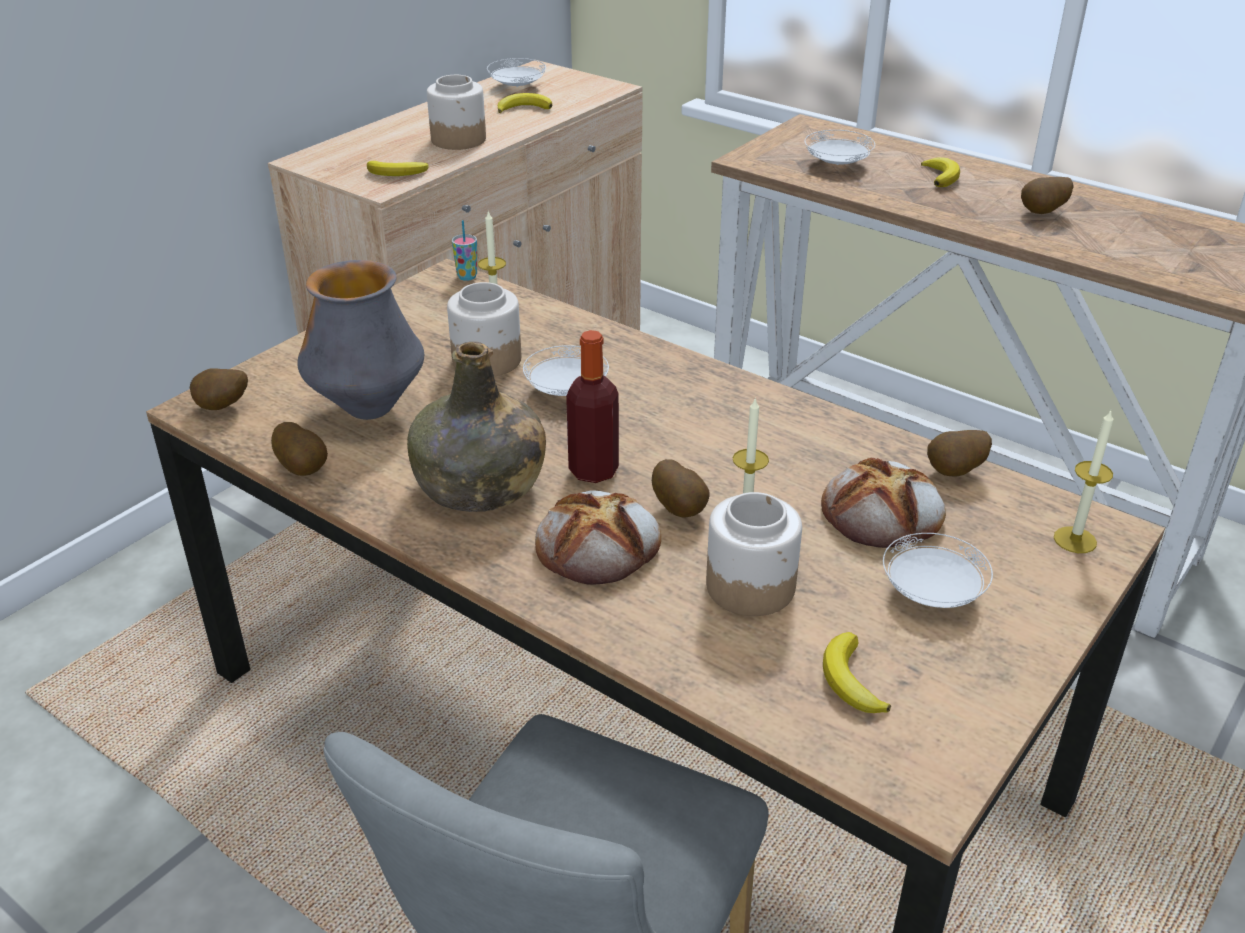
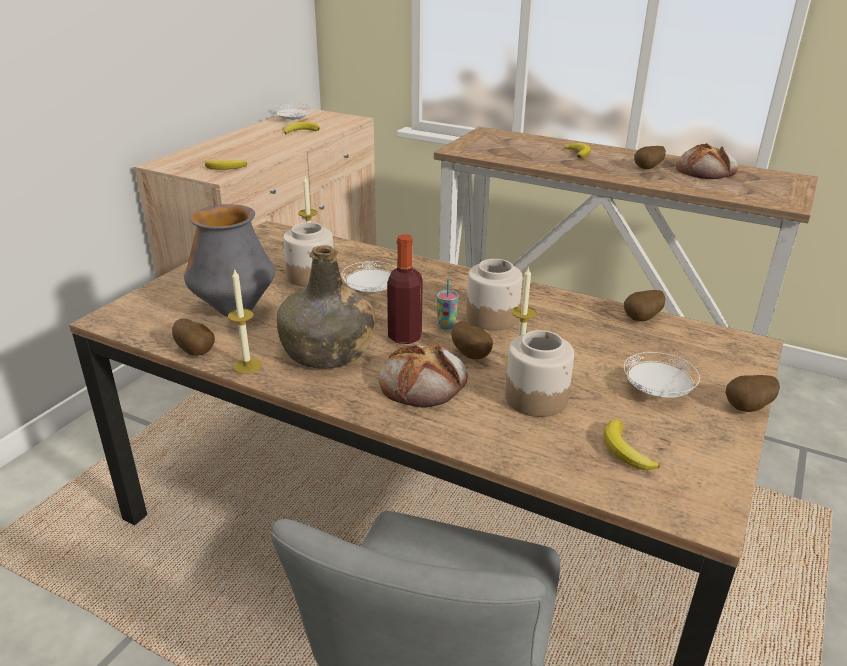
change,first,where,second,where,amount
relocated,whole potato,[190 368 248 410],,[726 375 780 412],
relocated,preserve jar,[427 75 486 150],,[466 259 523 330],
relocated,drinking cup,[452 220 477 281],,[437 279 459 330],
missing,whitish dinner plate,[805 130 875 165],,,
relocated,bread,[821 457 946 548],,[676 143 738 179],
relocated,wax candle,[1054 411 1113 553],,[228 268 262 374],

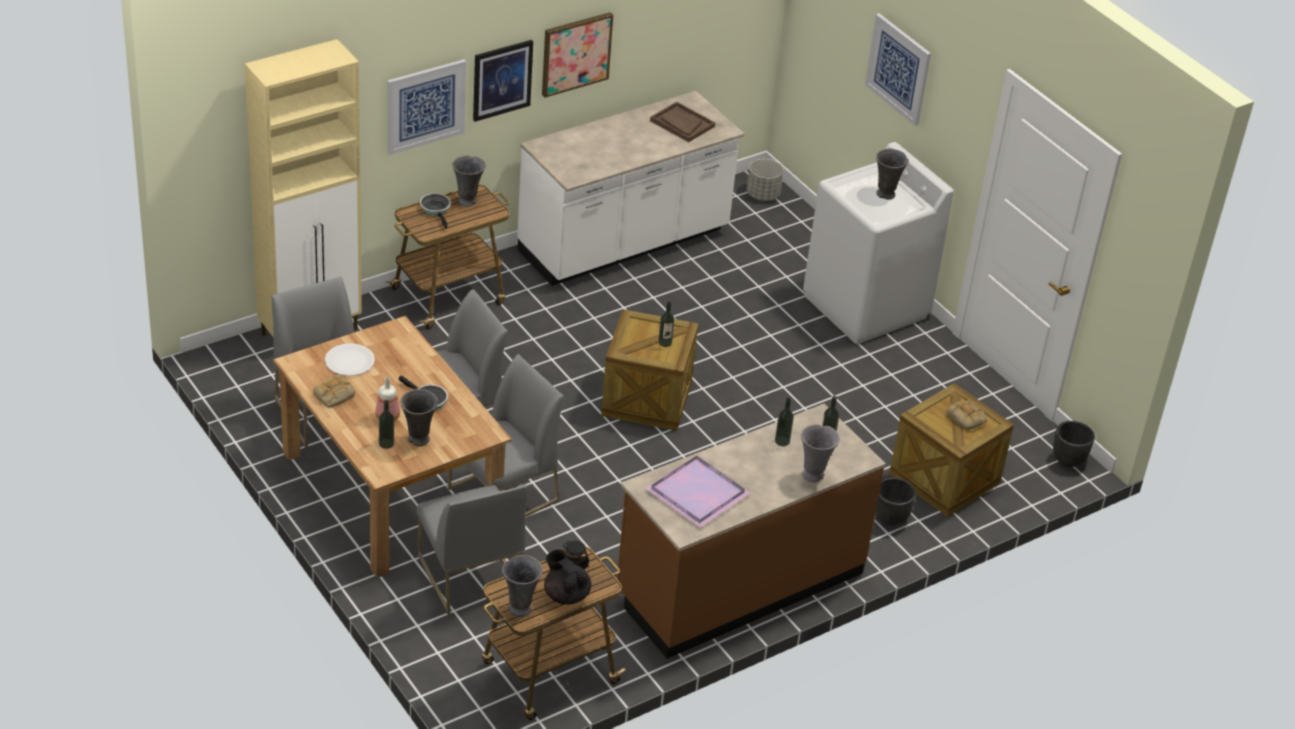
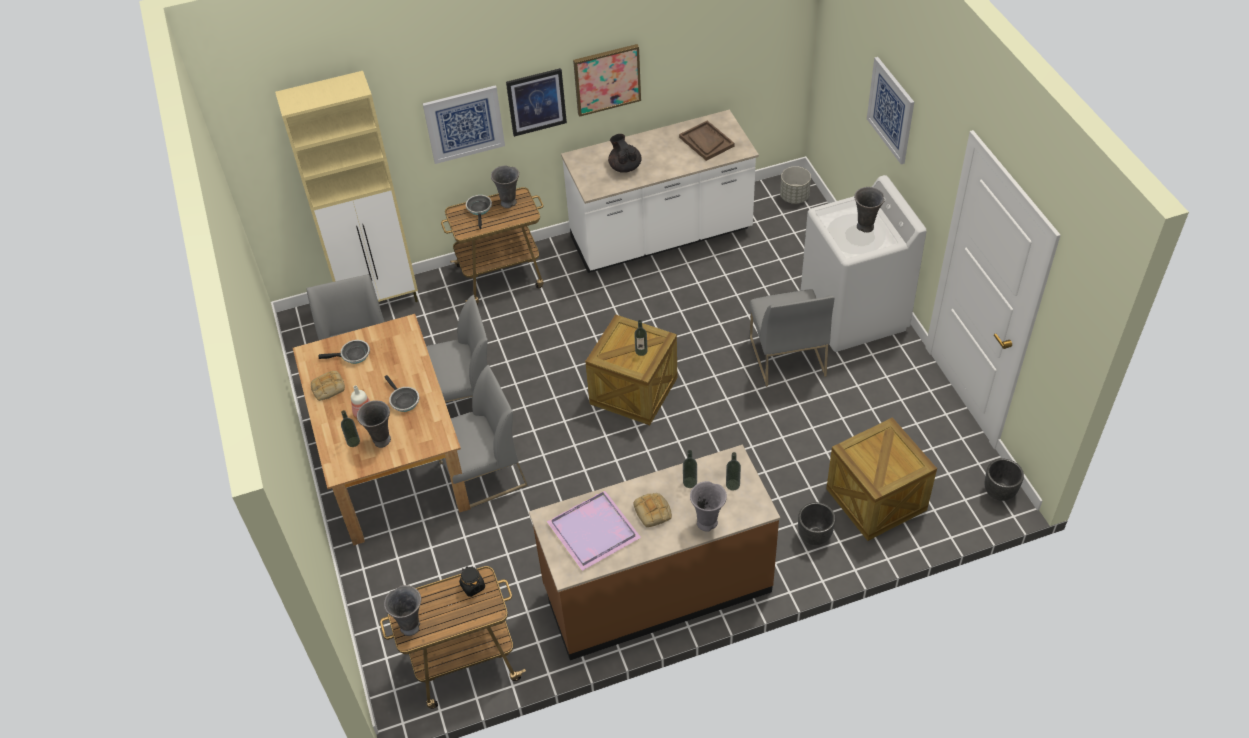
change,first,where,second,where,amount
exchanged,whitish dinner plate,[325 343 375 376],pan,[319 340 370 364],
relocated,gray upright chair,[417 485 527 615],,[750 289 834 387],
relocated,black tea pot,[544 549 591 605],,[608 134 642 173],
relocated,bread,[946 400 987 430],,[634 493 672 527],

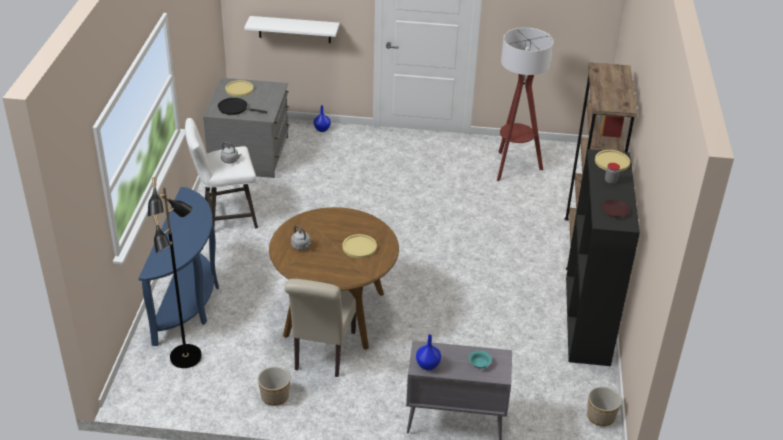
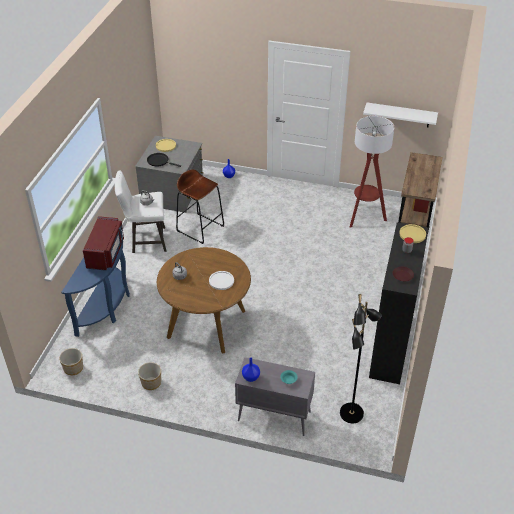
change,first,where,second,where,amount
relocated,black floor lamp,[148 177 202 368],,[340 294 382 423],
relocated,whitish bracket shelf,[244 16 339 43],,[363 102 438 127],
missing,beige-coloured upright chair,[285 279 356 377],,,
colour,yellow dinner plate,[342 234 377 258],whitish dinner plate,[209 271 234 290],
relocated,planter,[587 387 621 426],,[59 348 83 375],
appeared,,,red-coloured microwave,[83 216 124 271],
appeared,,,brown-coloured stool,[176 169 224 244],

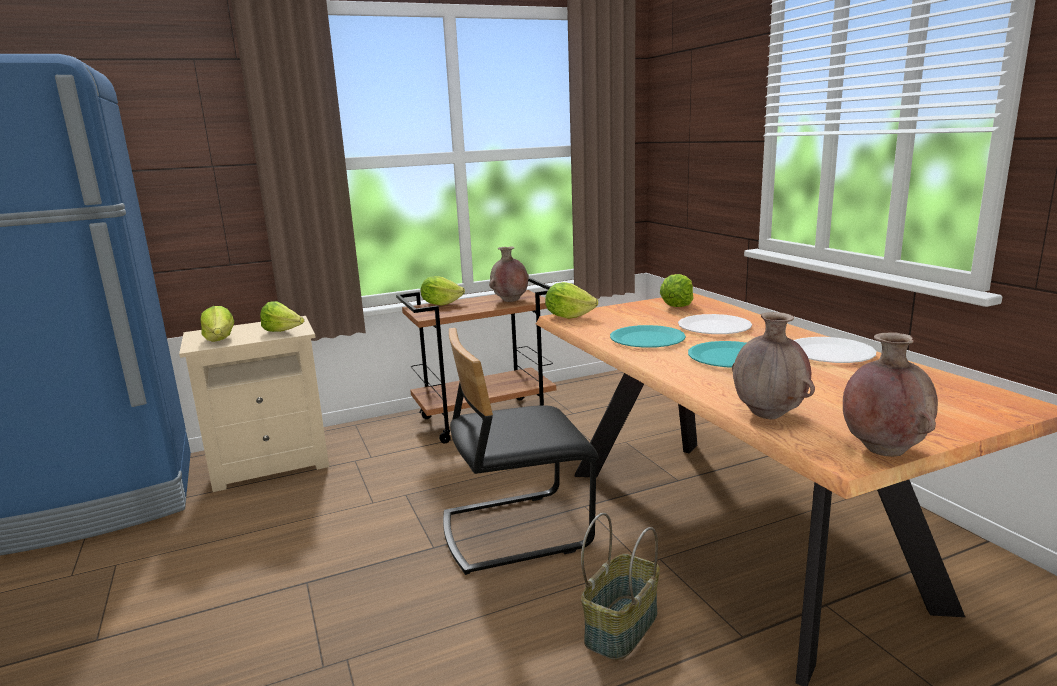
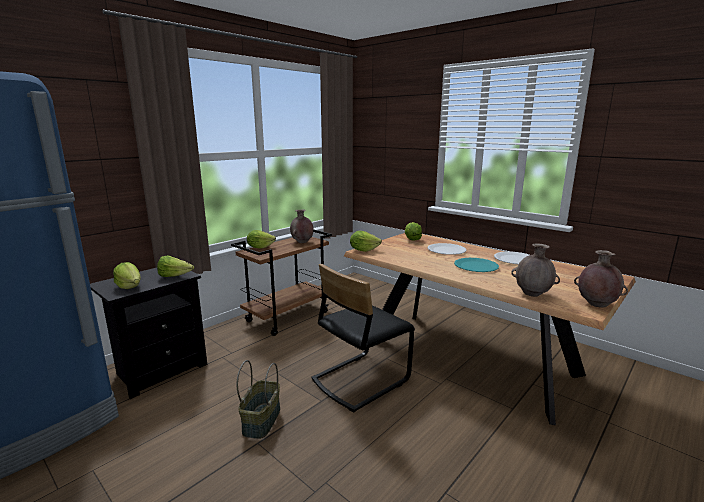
change,first,where,second,where,amount
colour,beige-coloured night table,[179 316 329 492],black night table,[90 268 207 399],
relocated,basket,[581 513 660 660],,[237 360 280 439],
missing,blue-green dinner plate,[610 325 686 348],,,

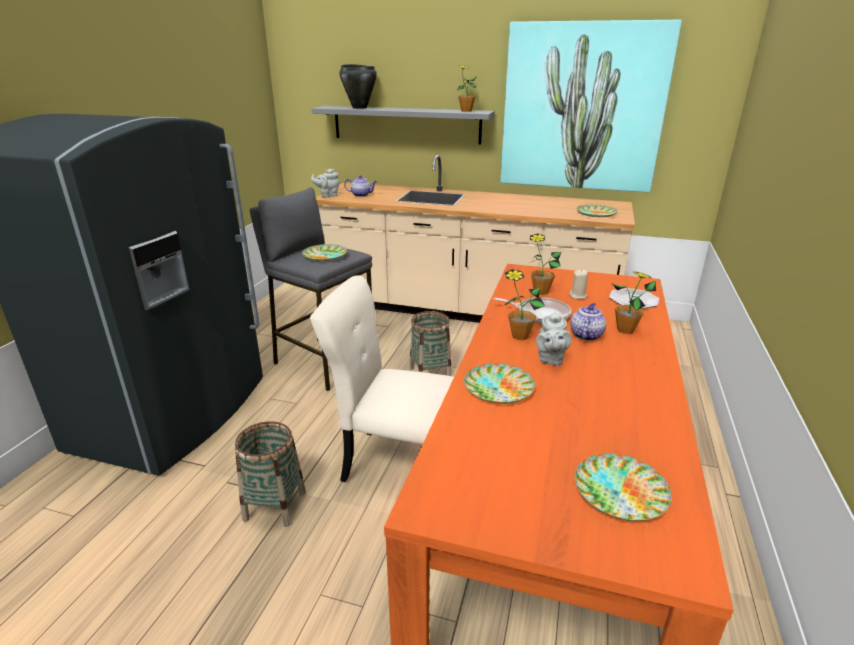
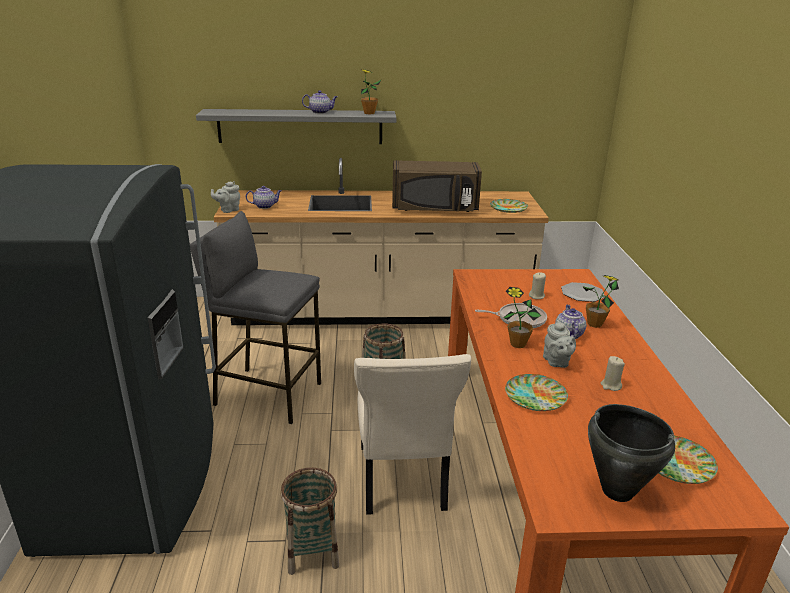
change,first,where,second,where,amount
missing,dinner plate,[302 244 347 261],,,
spun,beige-coloured upright chair,[310 275 454 482],,[354 354 471 515],90 degrees counterclockwise
relocated,black saucepot,[340 64 377 109],,[588 404 675 502],
missing,picture,[500 20 682 192],,,
missing,plant in a pot,[530 233 561 295],,,
appeared,,,tea pot,[302 90 338 114],
appeared,,,brown-coloured microwave,[392 160 482 212],
appeared,,,beige-coloured wax candle,[601 356 625 391],

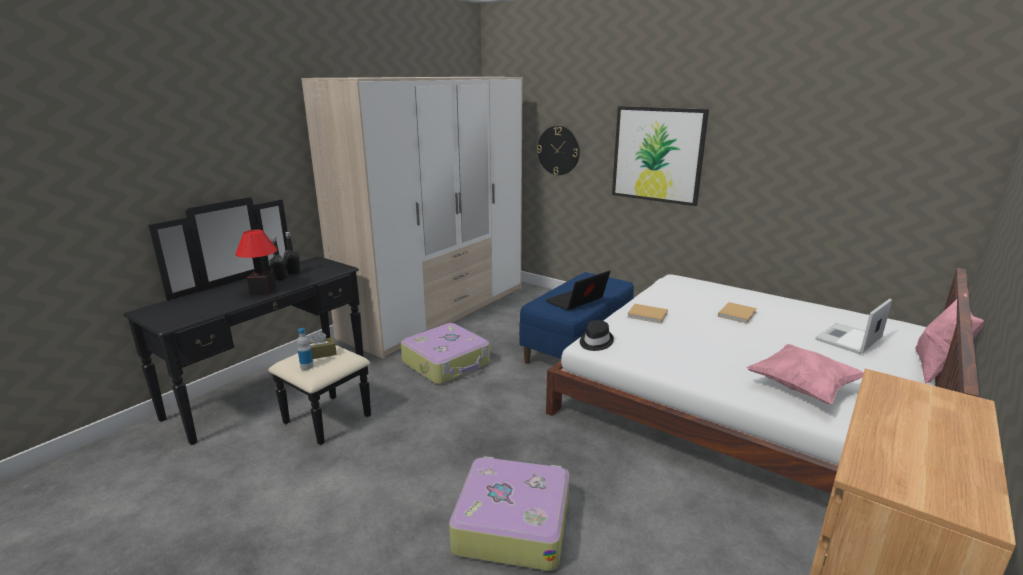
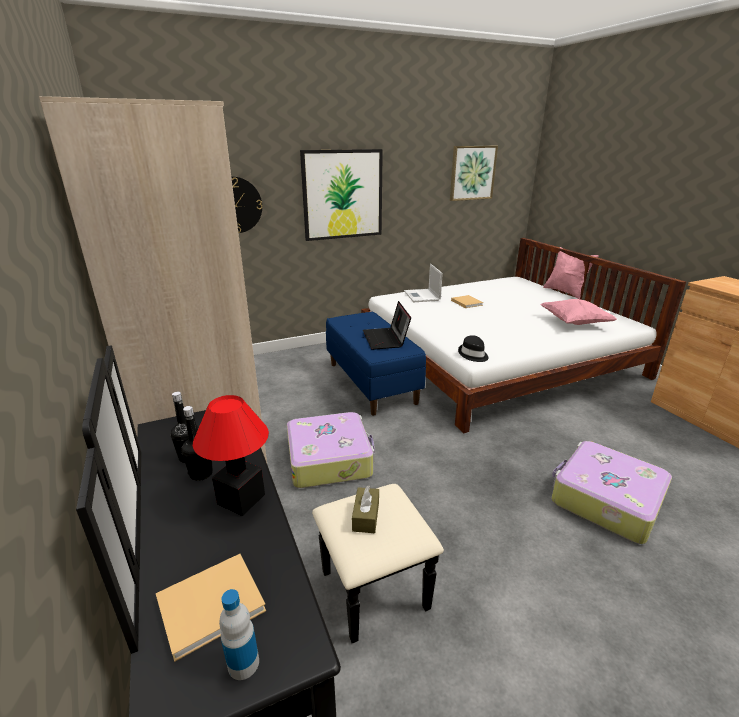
change,first,where,second,where,amount
relocated,bottle,[297 328 314 370],,[219 589 259 680],
relocated,beige-coloured volume,[627 304 668 324],,[156 554 266 662],
relocated,laptop,[815 299 892 354],,[404 264 443 302],
appeared,,,picture,[450 146 498 201],

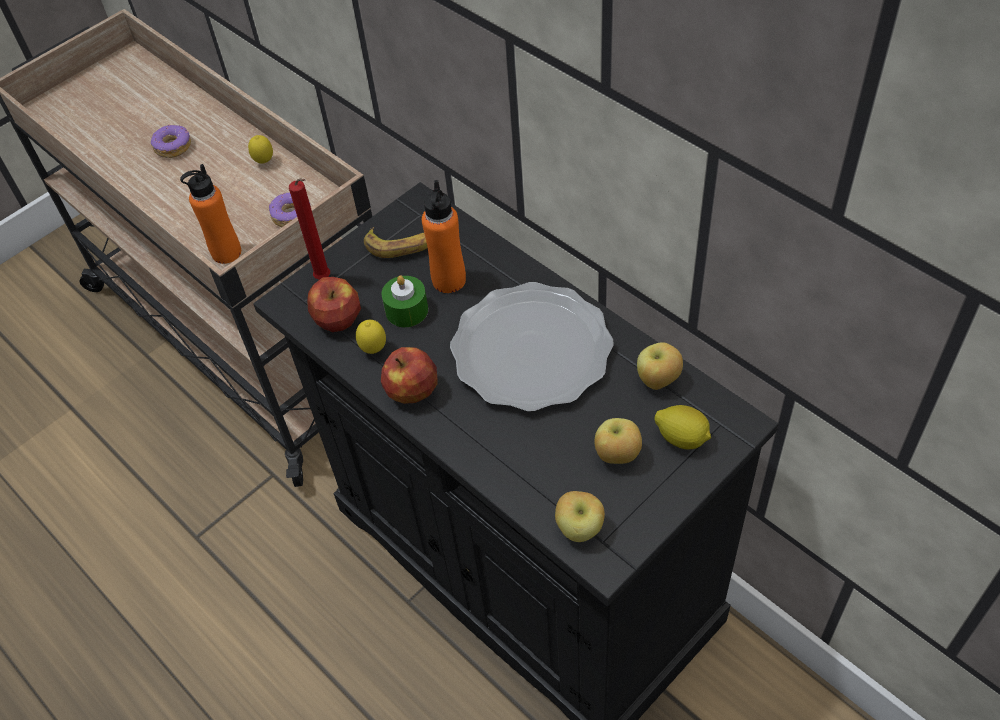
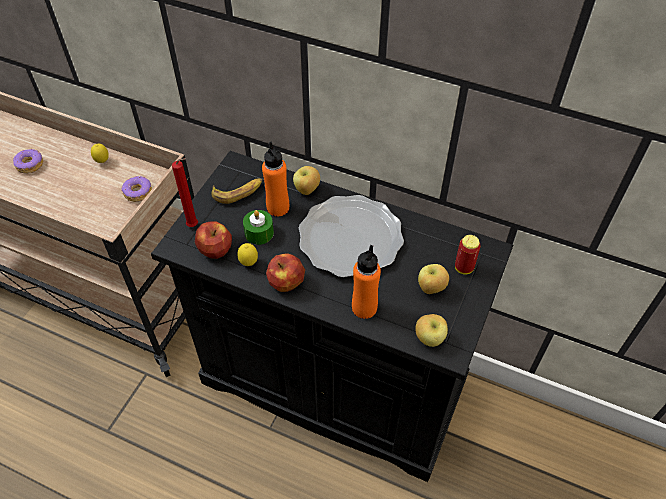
change,first,where,second,where,amount
relocated,orangey bottle,[180 164 241 264],,[352 245 381 319],
relocated,whole apple,[637 342 683 390],,[293 166 320 195],
exchanged,lemon,[654 405 711 450],sealed can,[455 235 481 274],

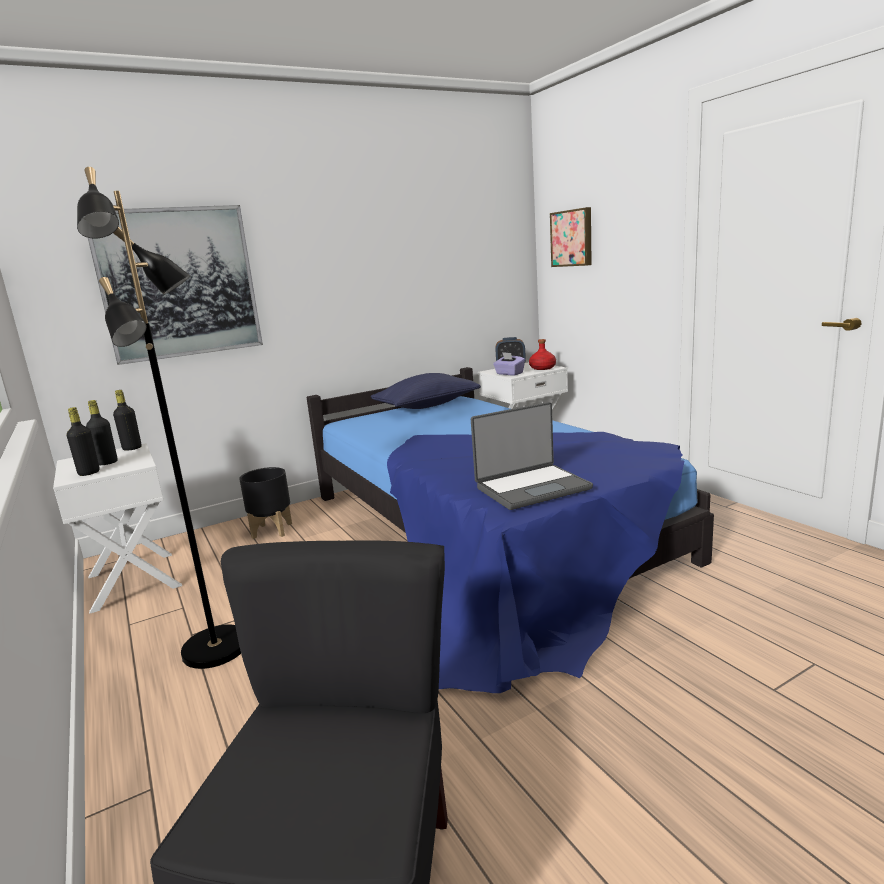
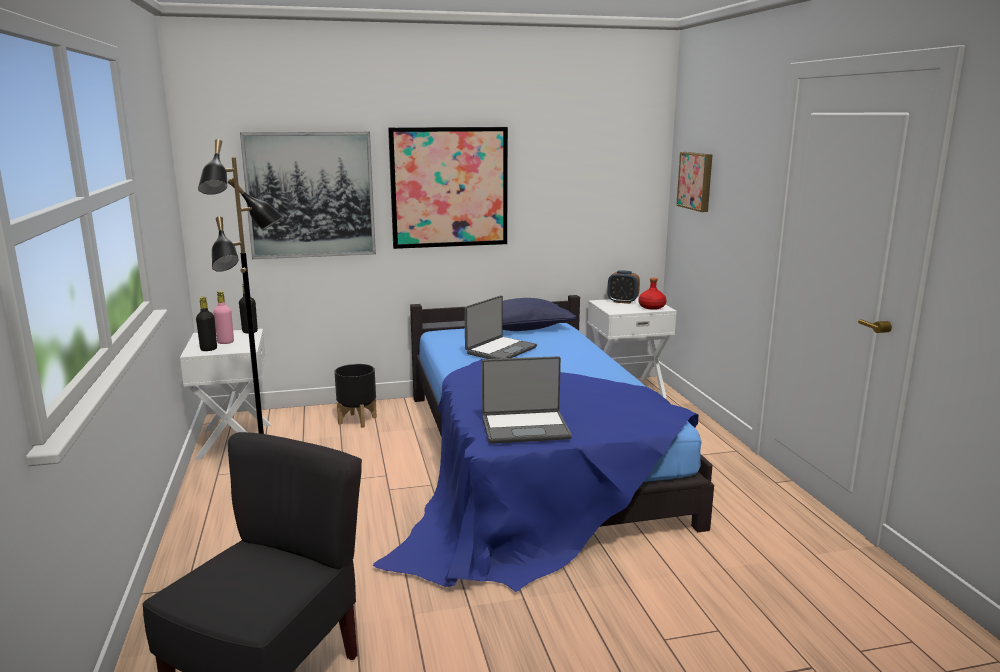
change,first,where,second,where,amount
colour,black bottle,[86 400 117 465],pink bottle,[213 291 234 344],
missing,purple box of tissues,[493 352 525 376],,,
appeared,,,picture,[388 127 508 249],
appeared,,,laptop,[464 295 537 359],

